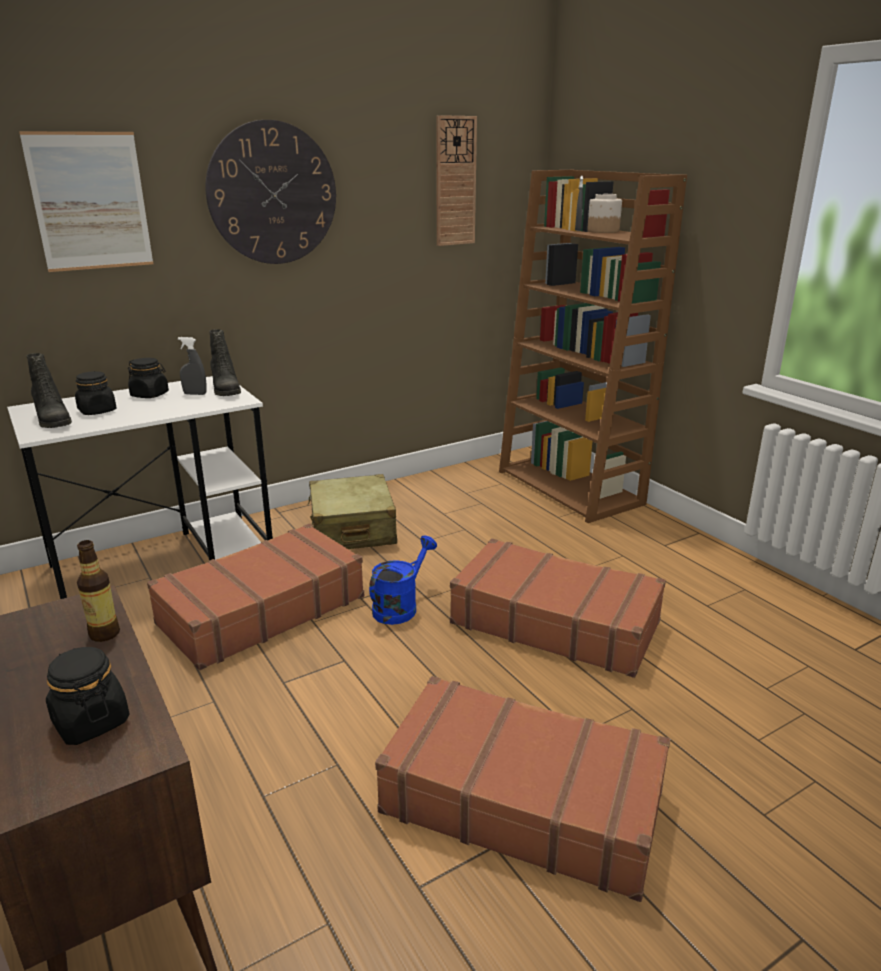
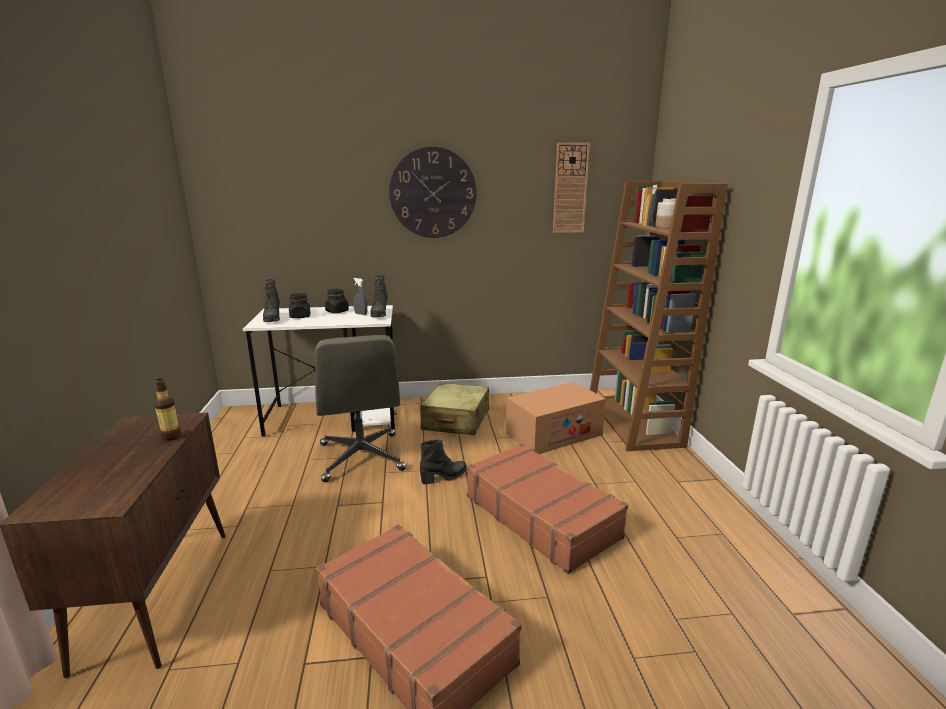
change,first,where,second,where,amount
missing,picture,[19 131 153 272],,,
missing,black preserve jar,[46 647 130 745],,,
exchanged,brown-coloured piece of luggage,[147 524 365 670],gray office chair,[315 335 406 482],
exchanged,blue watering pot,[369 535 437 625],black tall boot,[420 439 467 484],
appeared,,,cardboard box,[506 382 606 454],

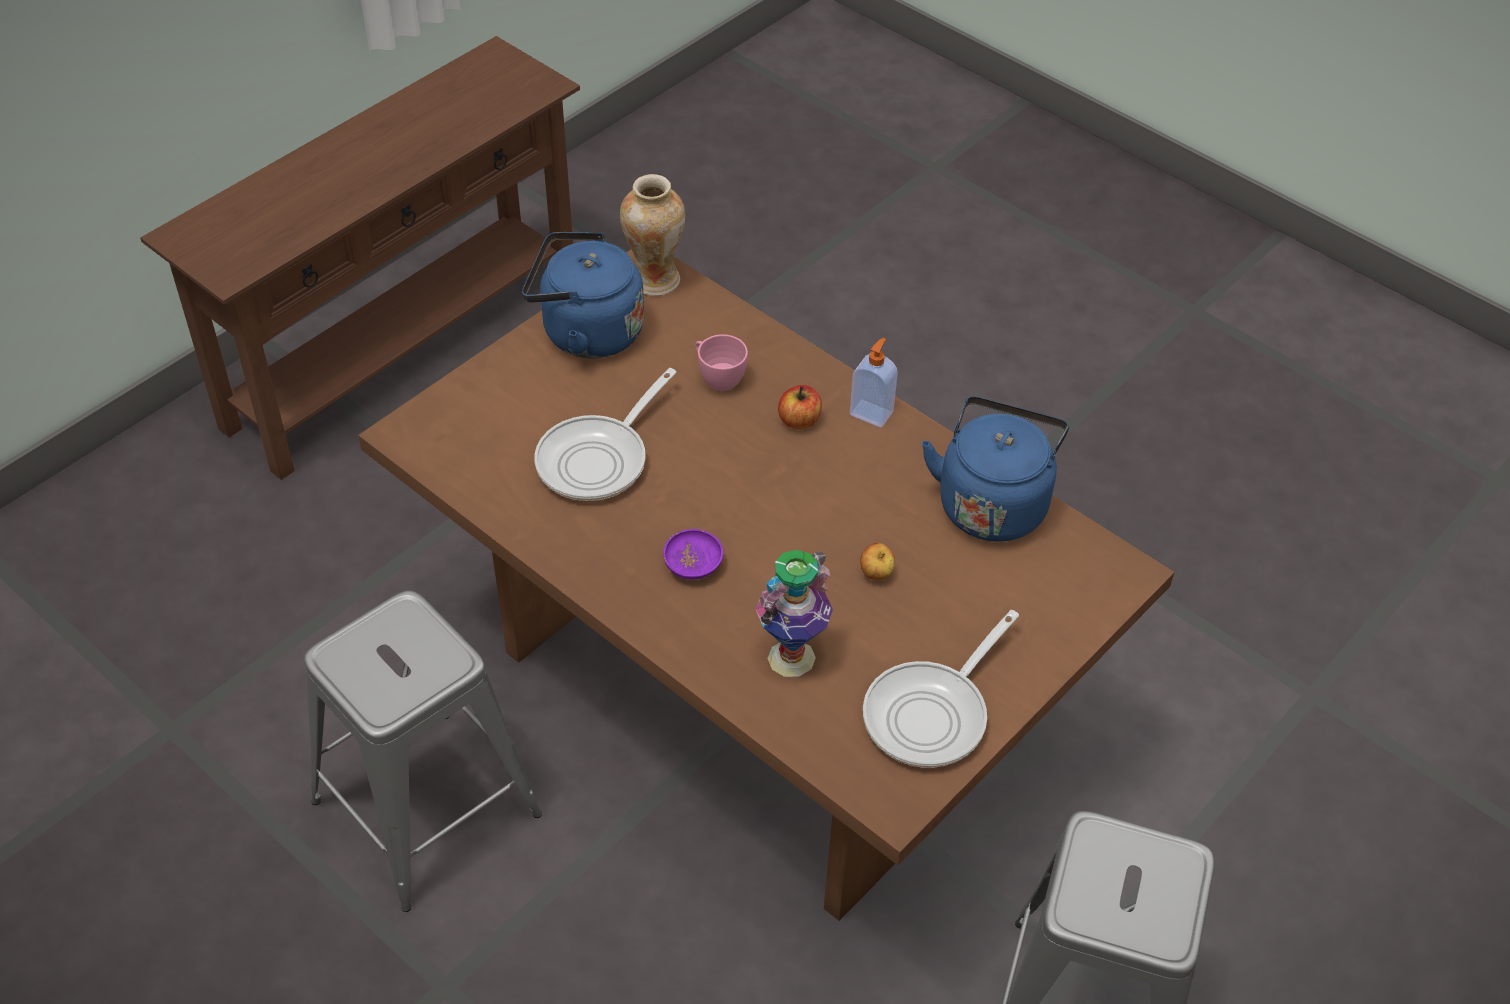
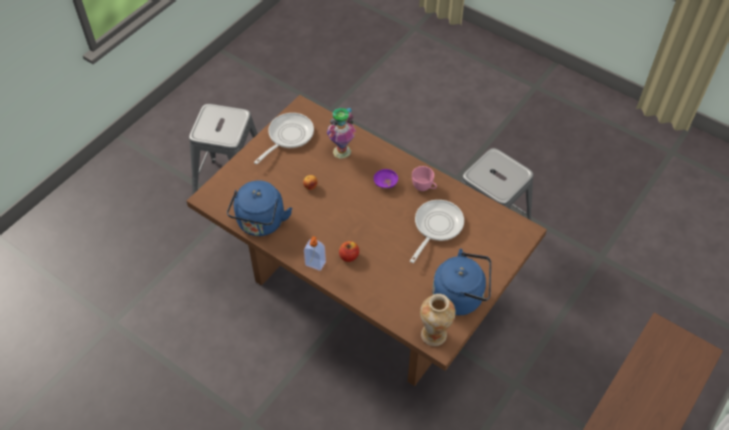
change,first,where,second,where,amount
relocated,pink drinking cup,[695 334 748 391],,[412 166 437 191],

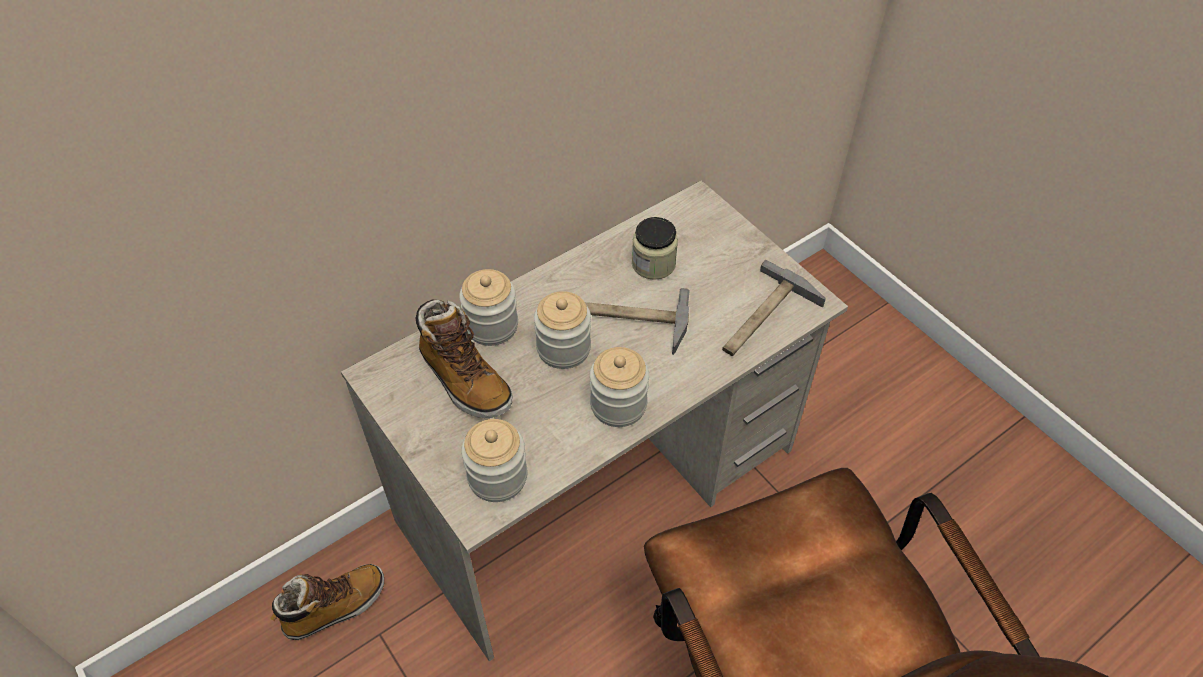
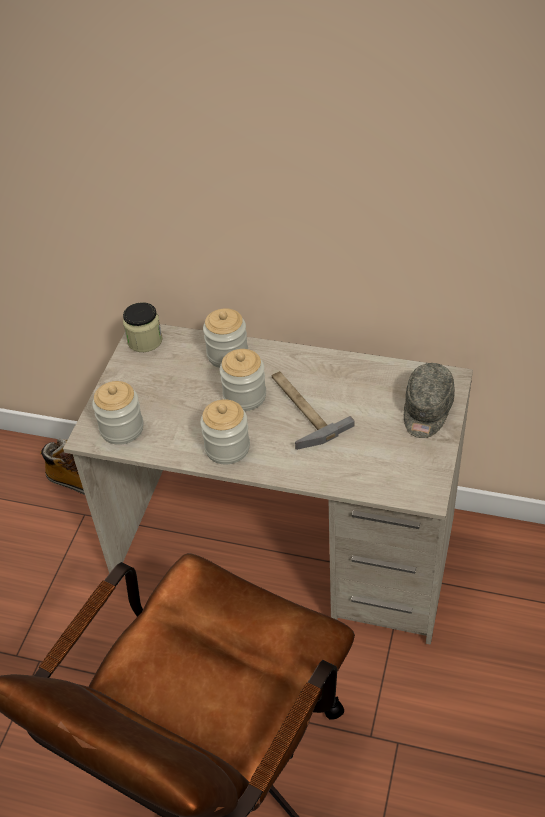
change,first,where,second,where,amount
missing,tall boot,[415 300 513 418],,,
relocated,preserve jar,[632 217 678 280],,[123 302 163 352],
missing,tool hammer,[722 260 826 356],,,
appeared,,,gray baseball cap,[404 363 455 438],

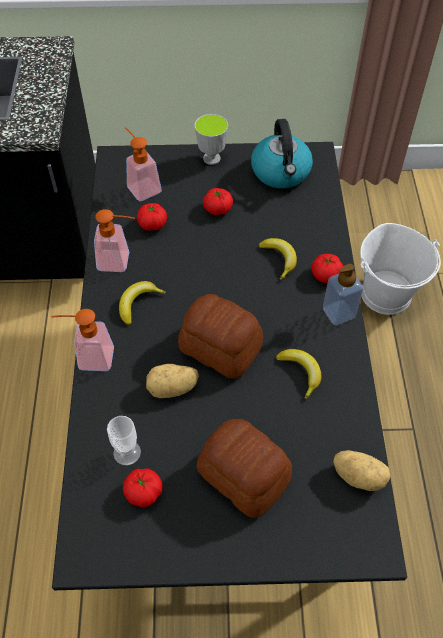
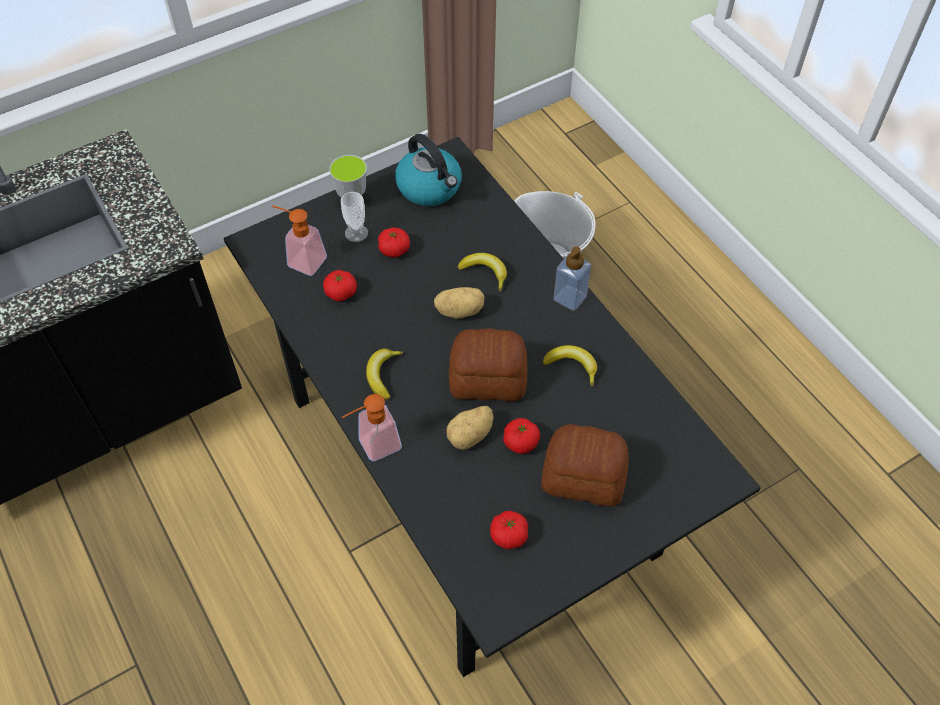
change,first,where,second,where,amount
missing,soap bottle,[94 209 135 272],,,
relocated,drinking cup,[107 416 141 465],,[341 192 368 242],
relocated,tomato,[311 254 343 283],,[503 418 540 454],
relocated,whole potato,[333 450 390 491],,[434 287 485 319],

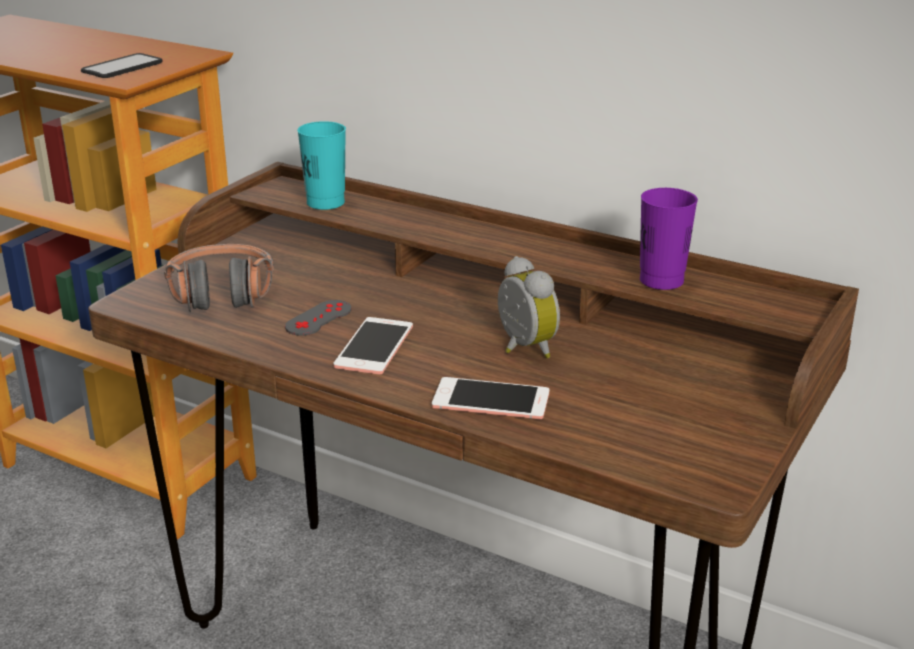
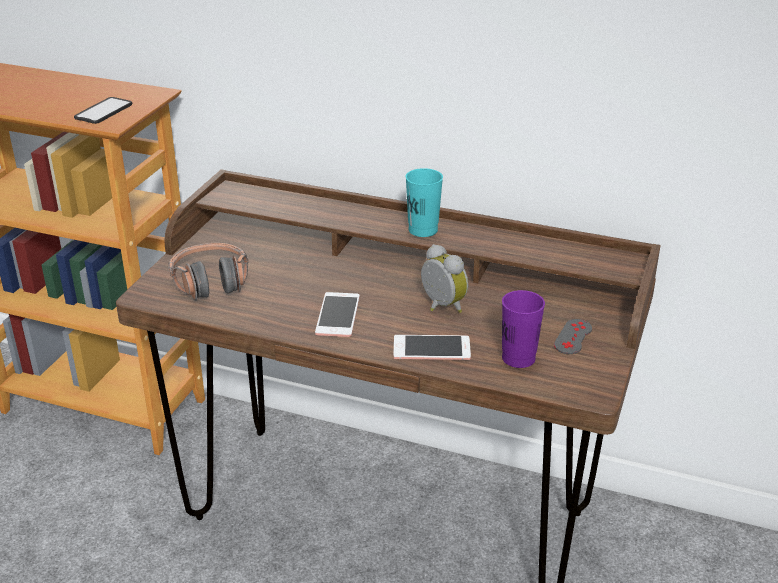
change,first,where,second,where,amount
relocated,gray joypad,[285 300 351 336],,[554 319 592 354],
relocated,blue-green drinking cup,[297 121 346 210],,[406 168 443 237],
relocated,purple drinking cup,[640 188 698 290],,[502 290 545 368],

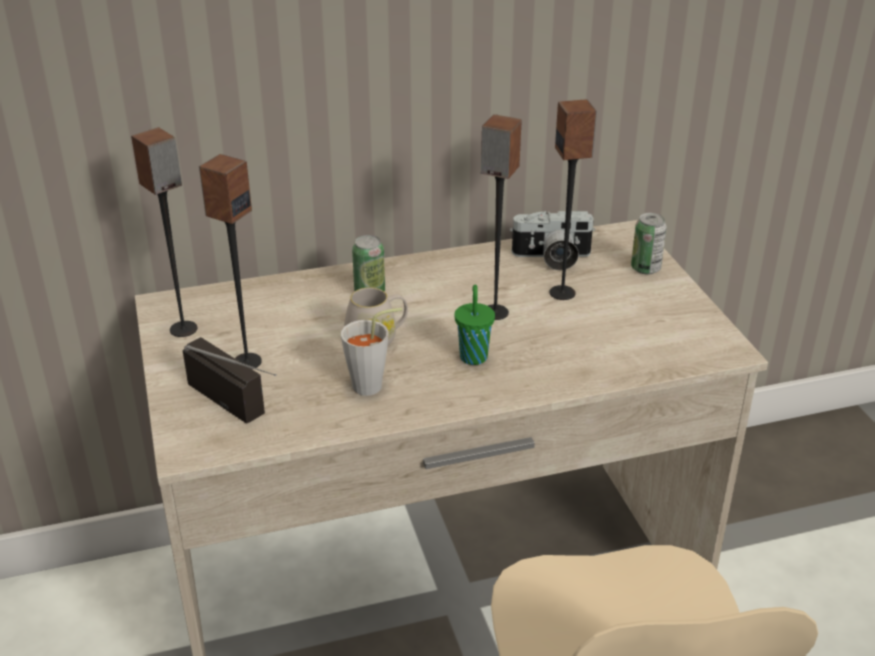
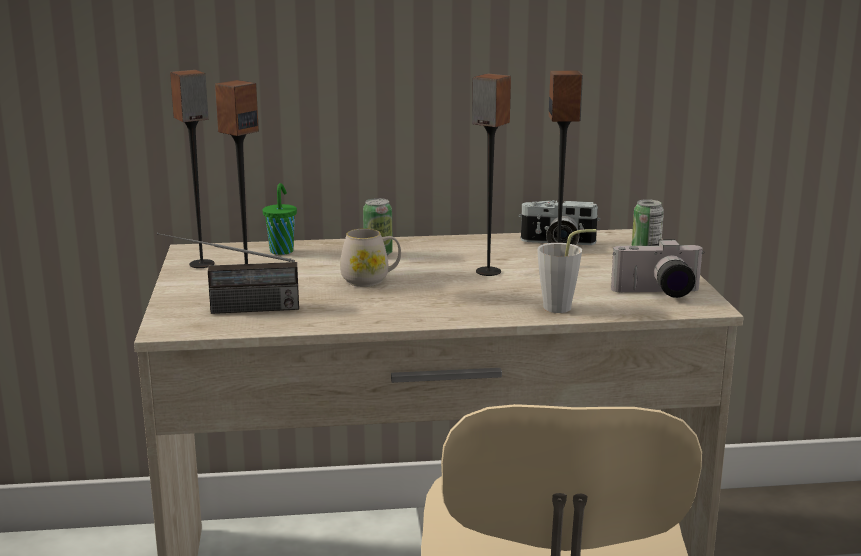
change,first,where,second,where,amount
spun,radio receiver,[183 337 277 424],,[157 233 299 314],120 degrees clockwise
relocated,gray drinking cup,[341 308 402 396],,[537 229 596 313],
relocated,green drinking cup,[454 285 495 365],,[263 183 297 255],
appeared,,,still camera,[611 239 705 298],

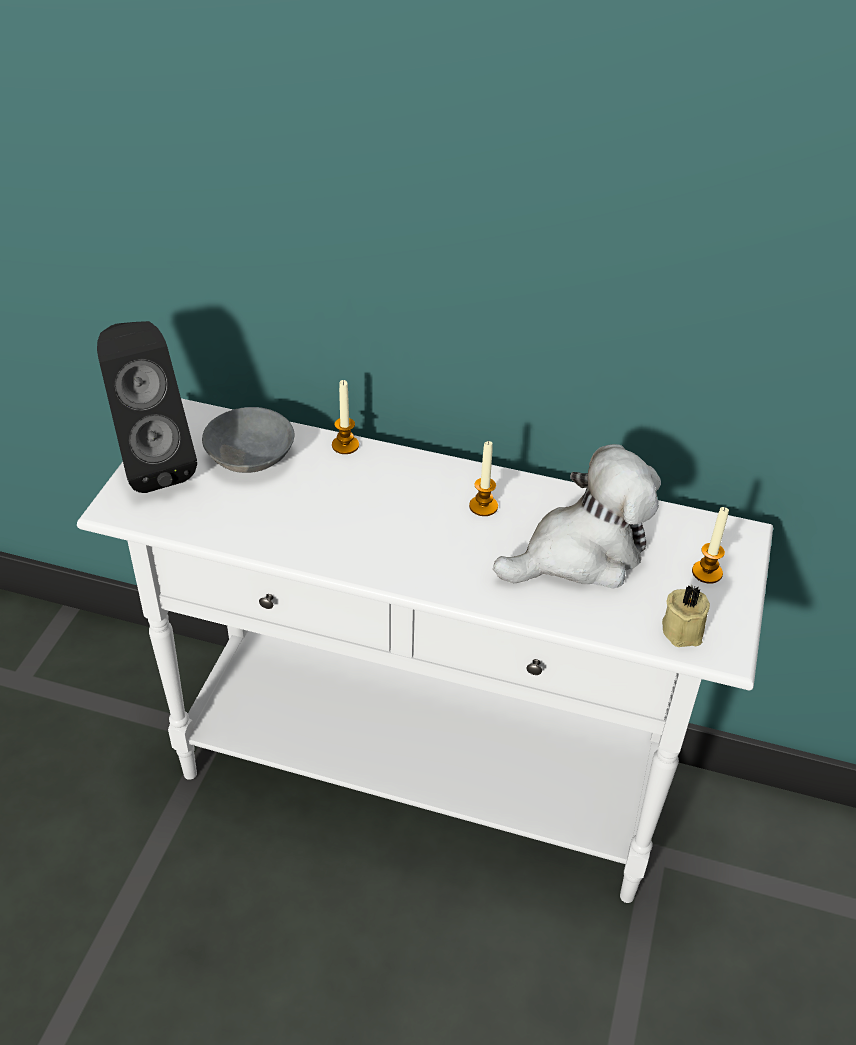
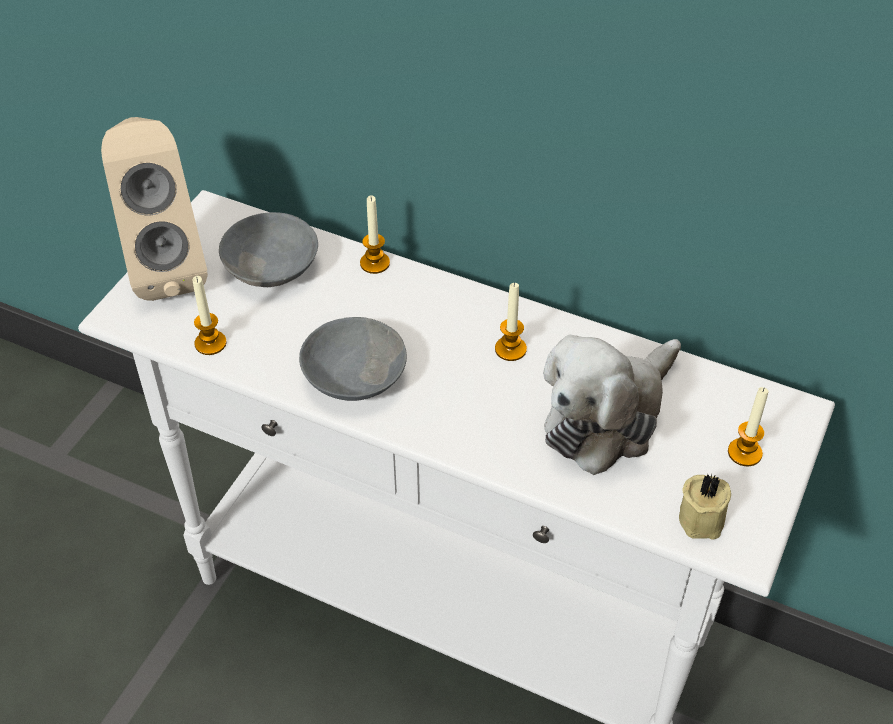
change,first,where,second,where,amount
colour,black loudspeaker,[97 321 197 493],beige-coloured loudspeaker,[101 117 208 301],
spun,plush toy,[493 444 661 589],,[543 334 681 475],150 degrees clockwise
appeared,,,wax candle,[193 276 227 355],
appeared,,,gray deep dish,[299 317 407 401],

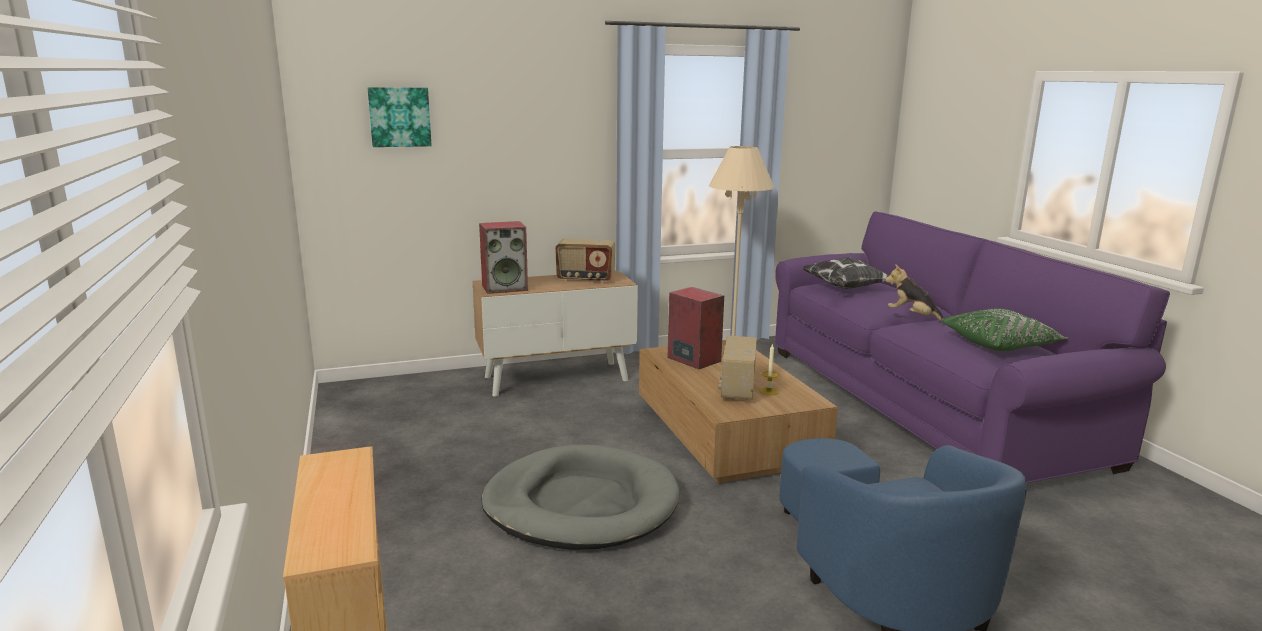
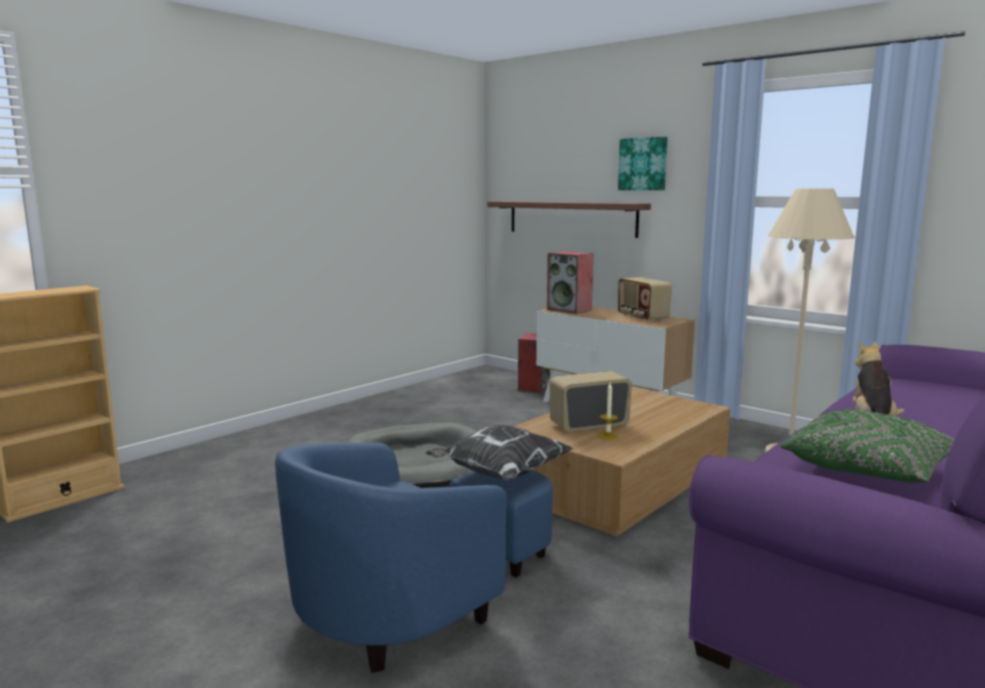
change,first,where,second,where,amount
relocated,picture,[368 87 432 147],,[618 137 668 190],
relocated,loudspeaker,[667 287 724 369],,[518 333 550 393],
relocated,pillow,[803 257 890 289],,[425 425 573 480],
appeared,,,bracket shelf,[488 201 651 238],

